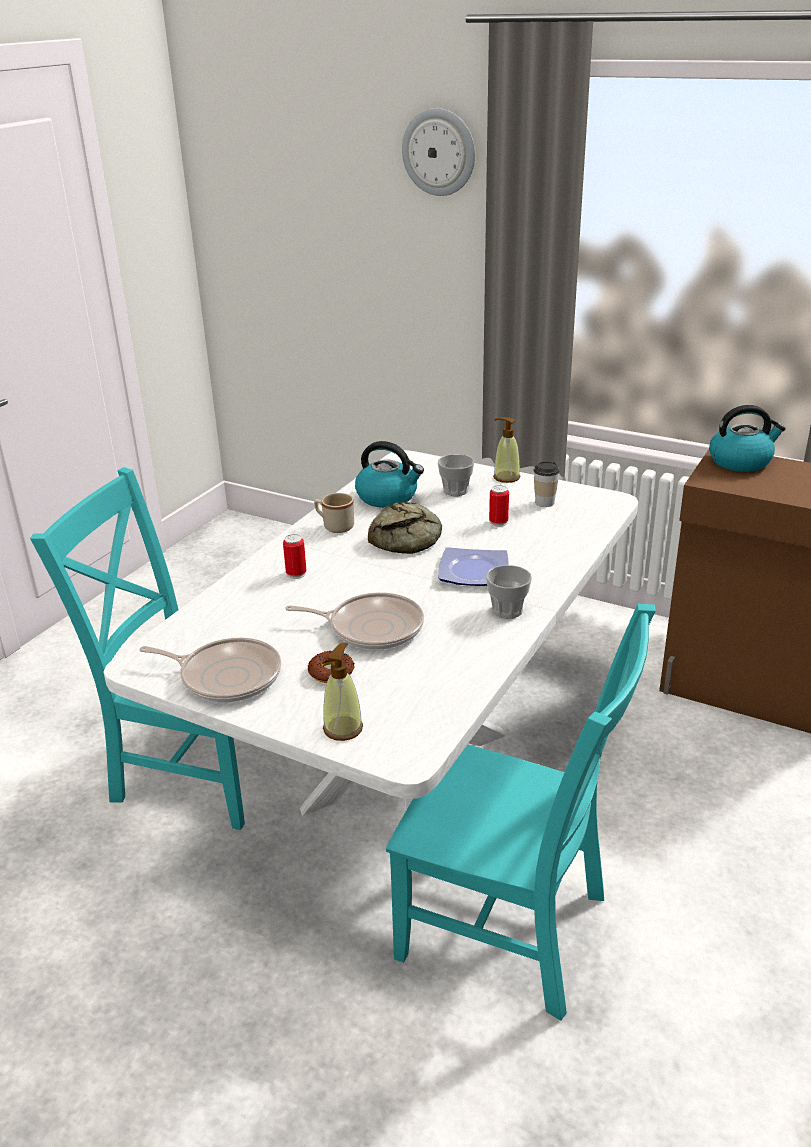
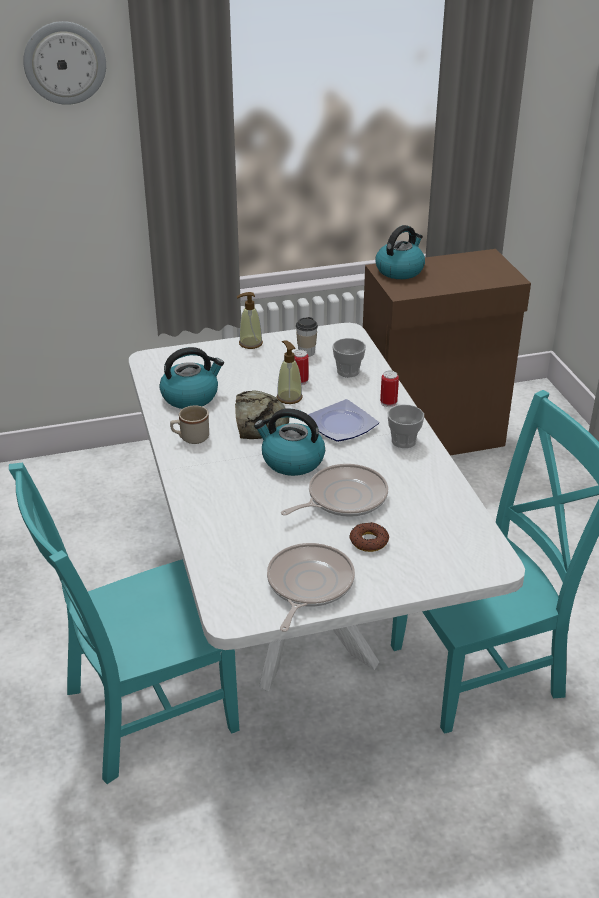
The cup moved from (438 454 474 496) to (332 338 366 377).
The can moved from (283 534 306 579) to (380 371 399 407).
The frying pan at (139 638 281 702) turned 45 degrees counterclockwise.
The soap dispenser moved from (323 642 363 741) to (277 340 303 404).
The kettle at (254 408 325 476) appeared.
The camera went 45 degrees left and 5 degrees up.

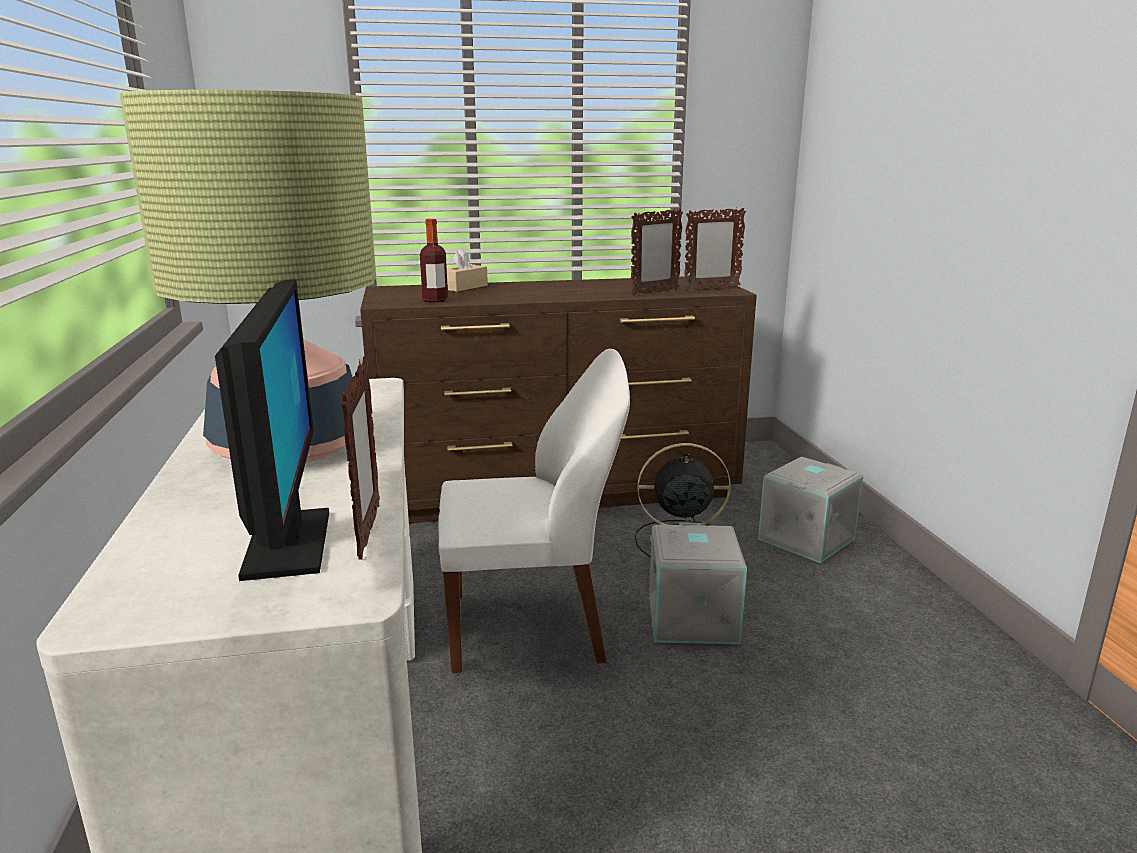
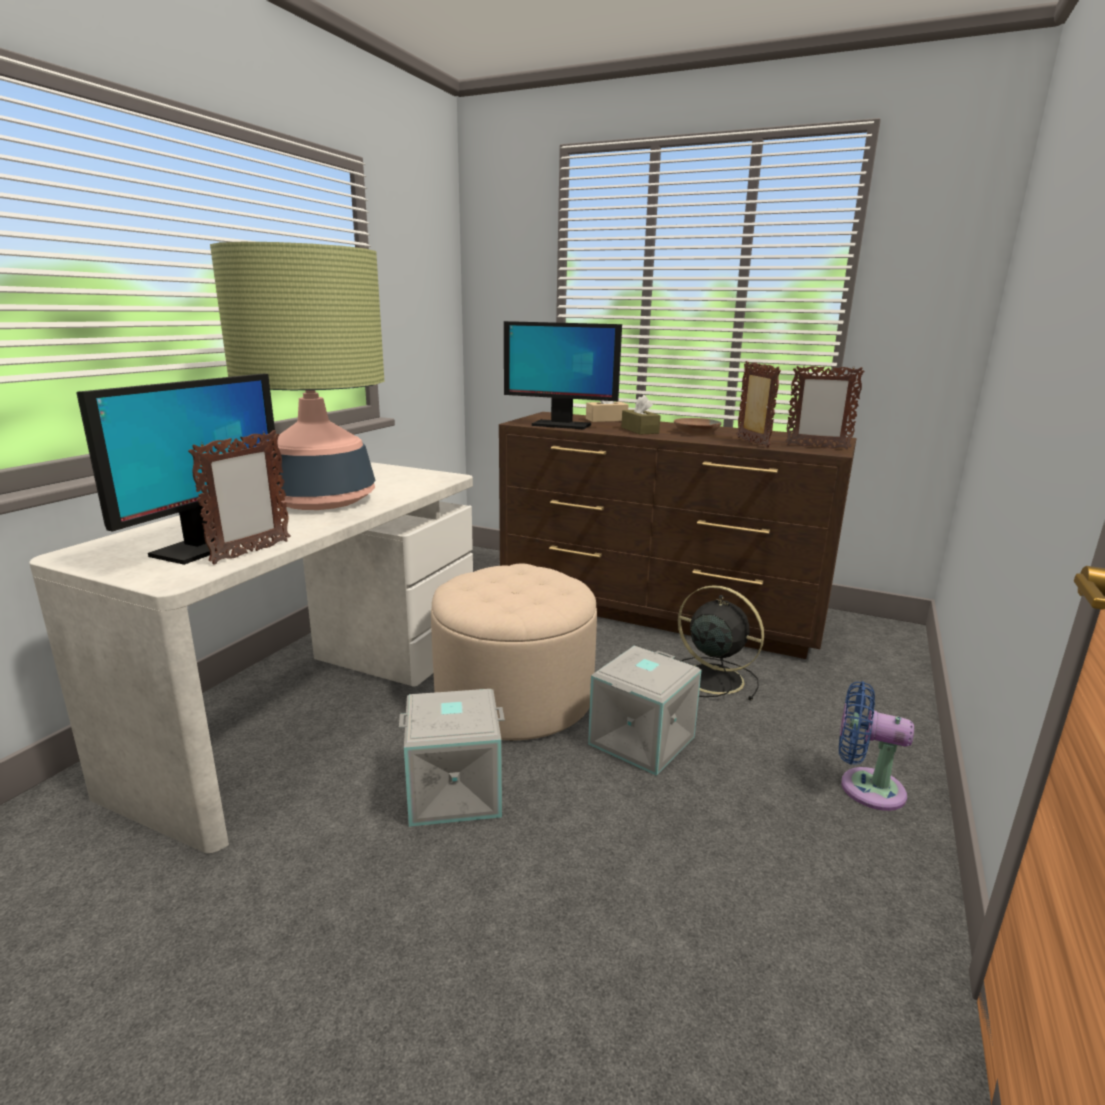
The picture frame at (631 209 683 295) turned 105 degrees counterclockwise.
The bottle at (420 219 448 302) was replaced by the monitor at (504 321 622 429).
The white chair at (438 349 630 673) was replaced by the beige ottoman at (431 564 597 741).
The grey storage box moved from (758 457 863 563) to (399 689 505 827).
The brown tissue box at (621 395 661 435) appeared.
The brown bowl at (674 418 722 435) appeared.
The blue fan at (839 681 914 811) appeared.
The camera went 35 degrees right and 0 degrees up.

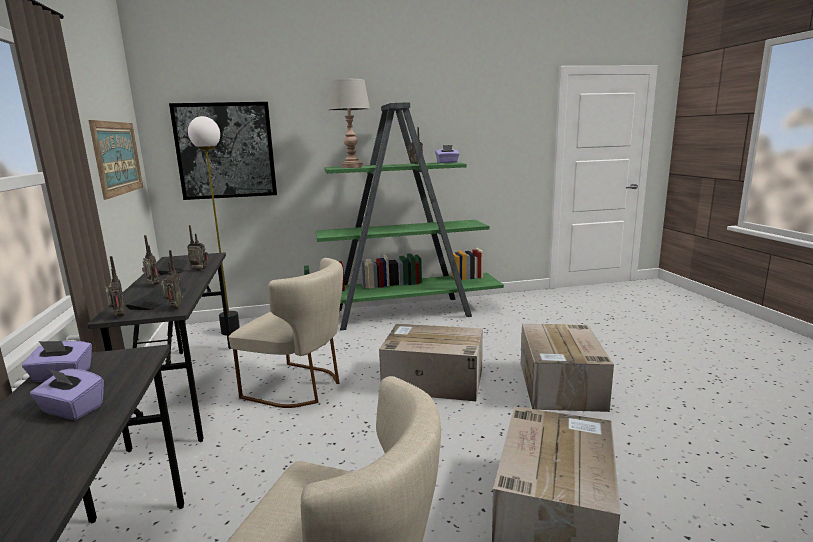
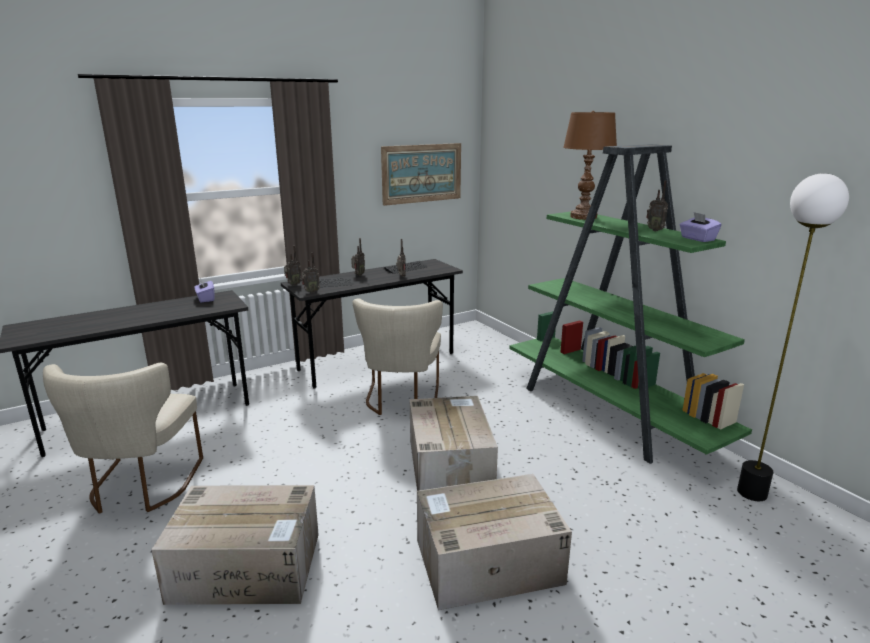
The grey table lamp at (327 79 370 168) became the brown table lamp at (563 111 617 220).
The picture at (169 102 277 200) disappeared.
The floor lamp moved from (188 116 240 335) to (737 173 849 501).
The purple tissue box at (30 369 104 420) disappeared.
The camera went 70 degrees right and 5 degrees up.

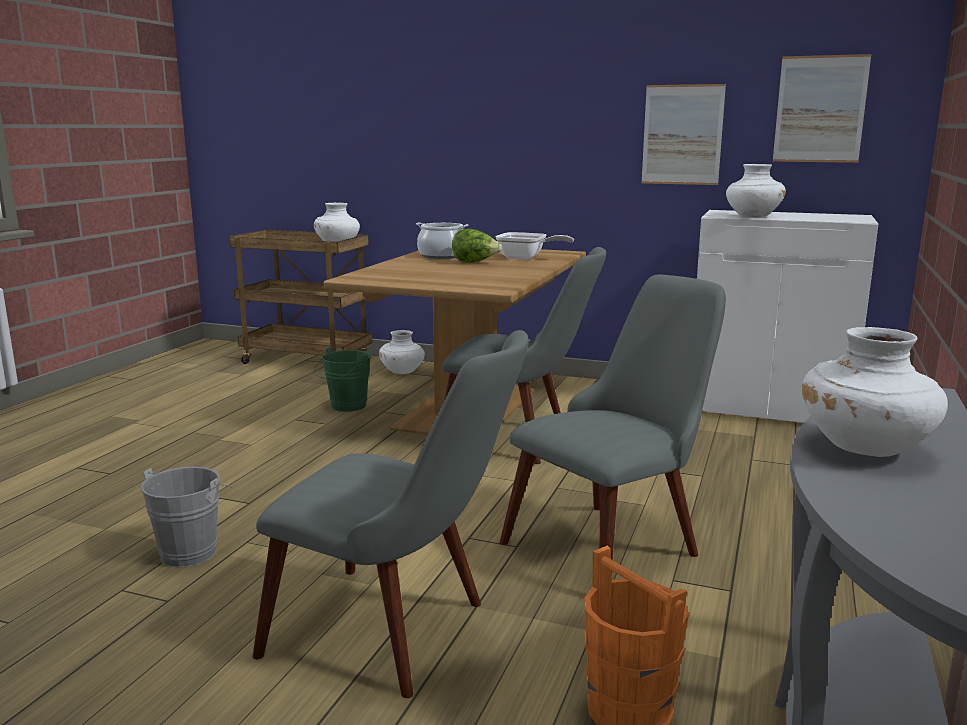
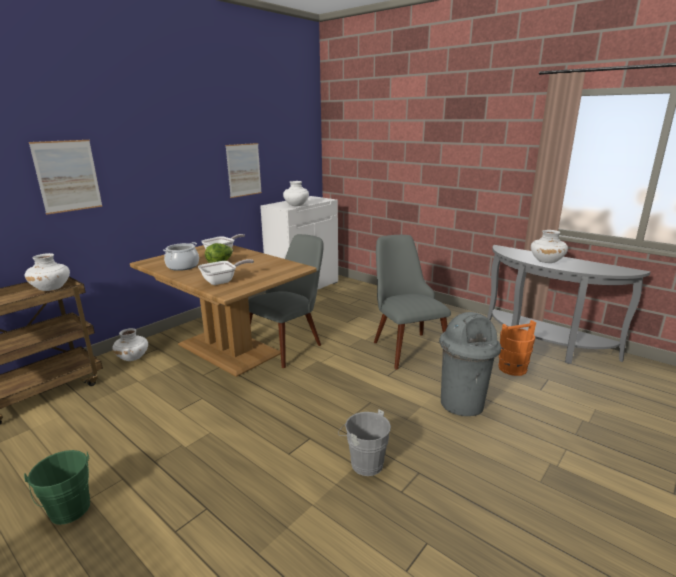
The picture moved from (773 54 872 163) to (29 140 102 215).
The grey chair at (252 330 528 698) was replaced by the grey trash can at (439 312 501 416).
The green bucket moved from (314 347 371 412) to (24 450 90 525).
The frying pan at (198 259 254 285) appeared.
The camera went 70 degrees left and 5 degrees up.

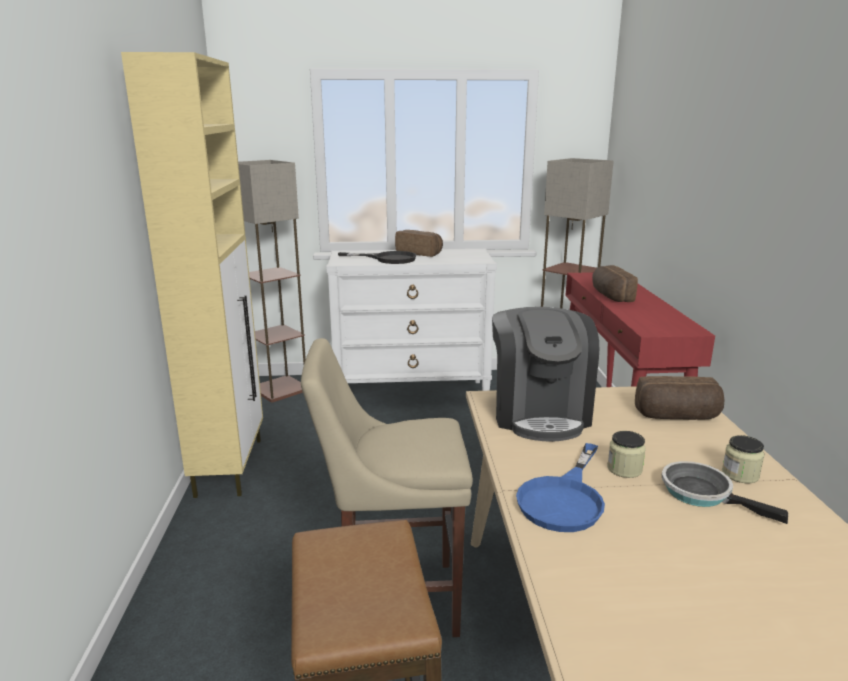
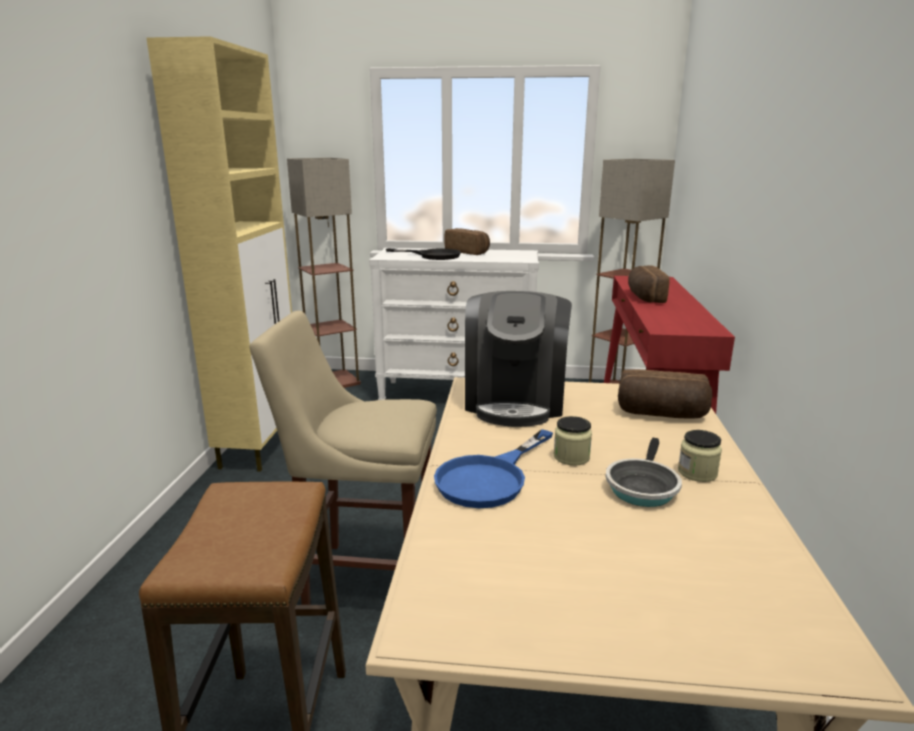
The frying pan at (662 461 788 524) turned 120 degrees counterclockwise.
The camera went 10 degrees right and 0 degrees up.

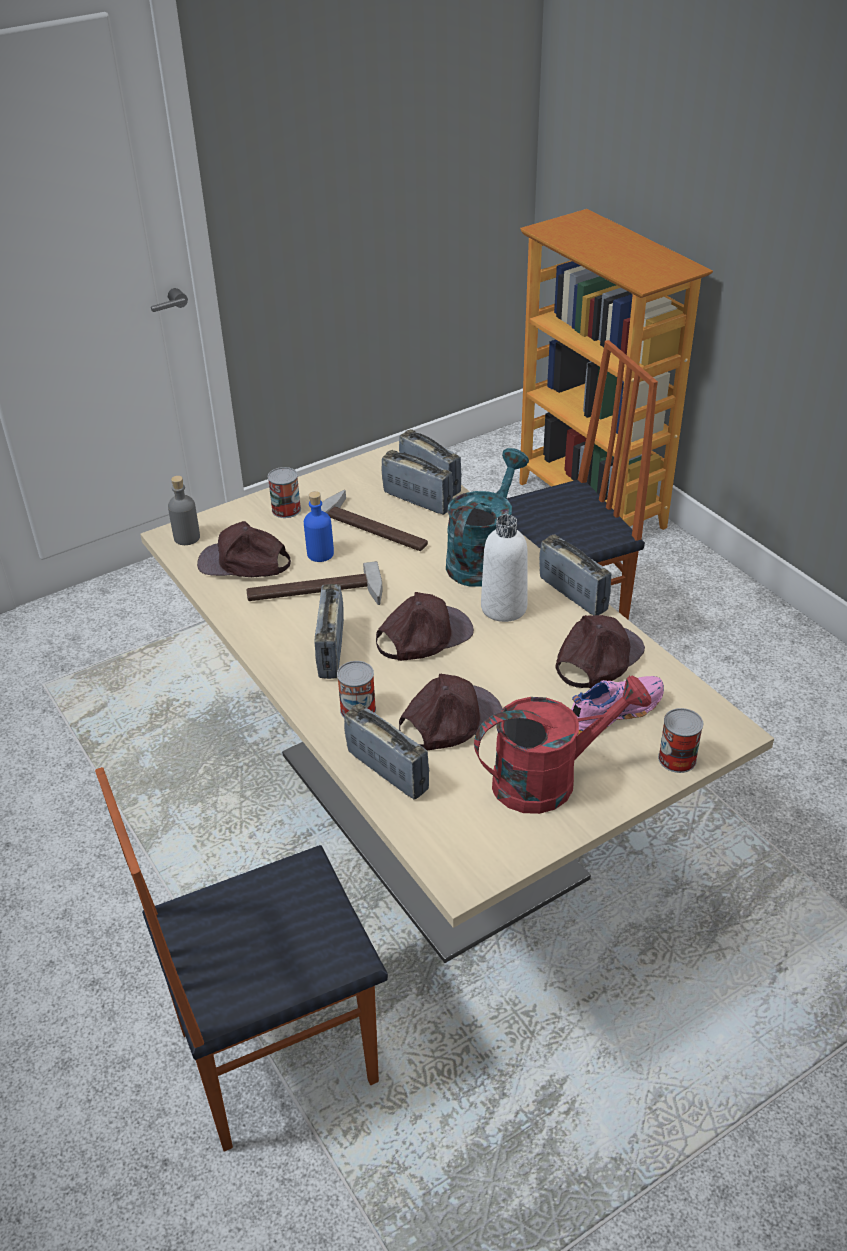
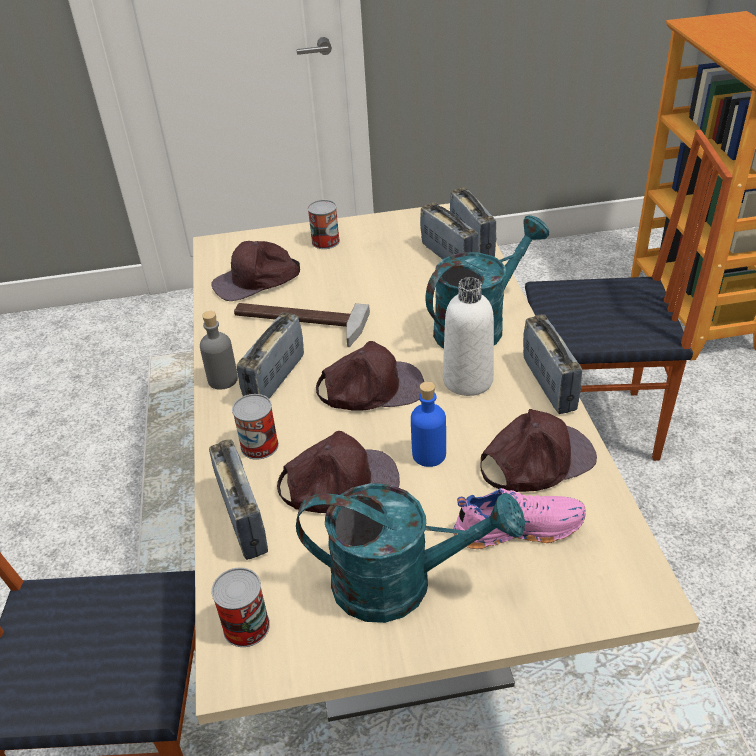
The grey bottle moved from (168 476 200 545) to (200 311 238 390).
The hammer at (321 490 428 551) disappeared.
The blue bottle moved from (304 491 334 562) to (411 381 446 467).
The brown cap at (197 521 291 577) turned 60 degrees counterclockwise.
The red watering can at (474 675 651 814) became the turquoise watering can at (296 483 525 623).
The can moved from (658 708 703 773) to (211 567 270 647).
The camera went 25 degrees right and 0 degrees up.

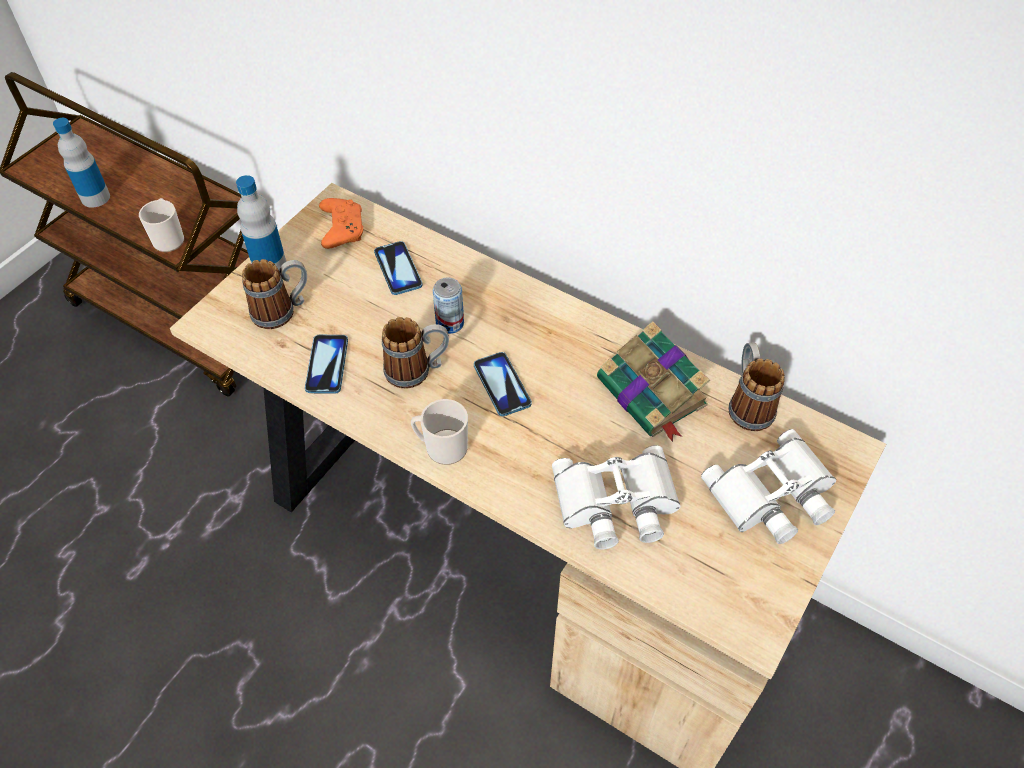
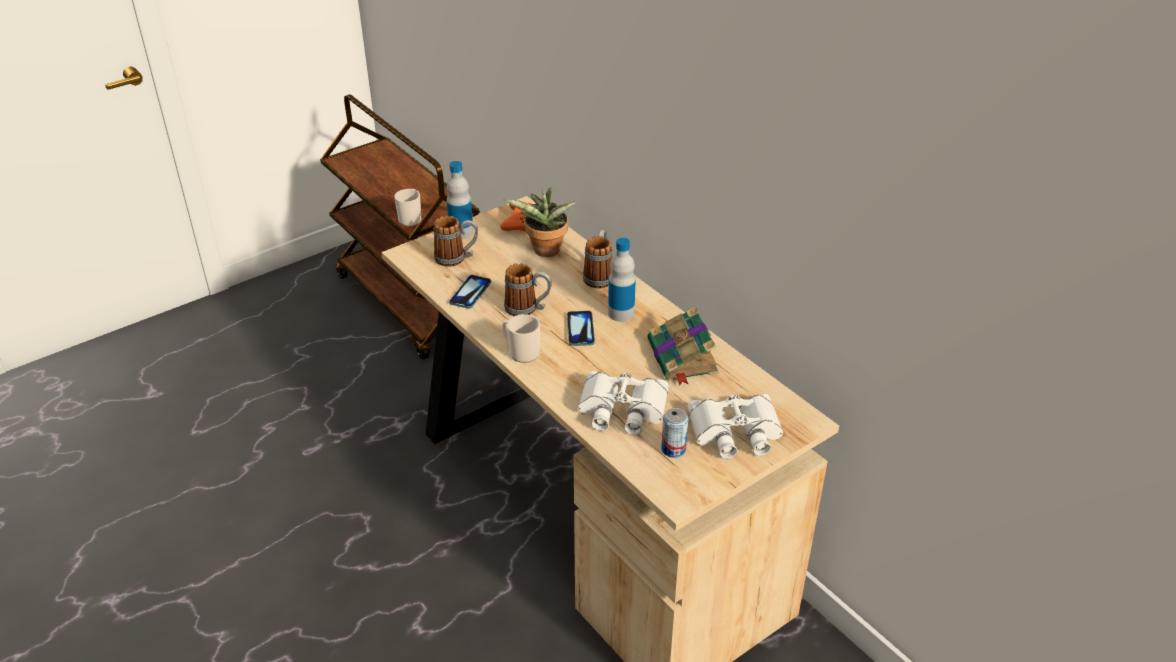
The bottle moved from (53 118 110 208) to (608 238 636 322).
The phone at (374 241 423 295) was replaced by the potted plant at (504 187 577 257).
The can moved from (433 277 464 334) to (661 408 688 458).
The mug moved from (728 342 785 431) to (583 230 613 288).
The camera went 20 degrees right and 15 degrees down.

